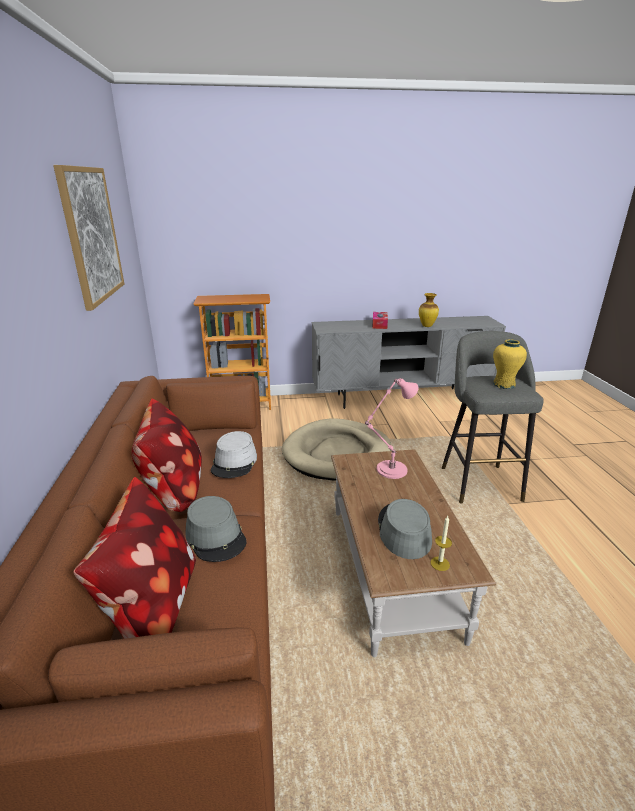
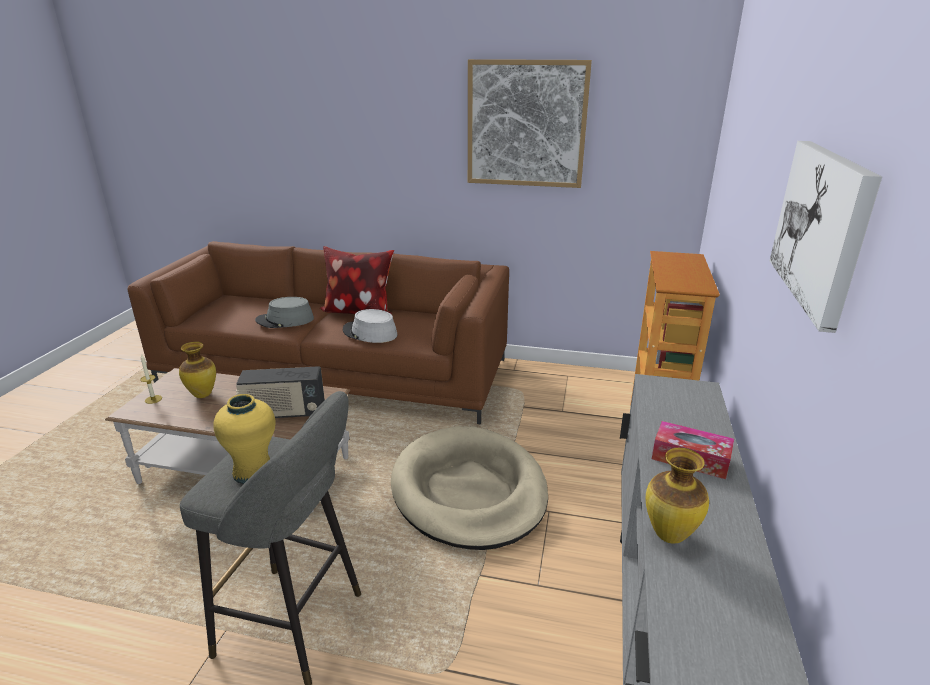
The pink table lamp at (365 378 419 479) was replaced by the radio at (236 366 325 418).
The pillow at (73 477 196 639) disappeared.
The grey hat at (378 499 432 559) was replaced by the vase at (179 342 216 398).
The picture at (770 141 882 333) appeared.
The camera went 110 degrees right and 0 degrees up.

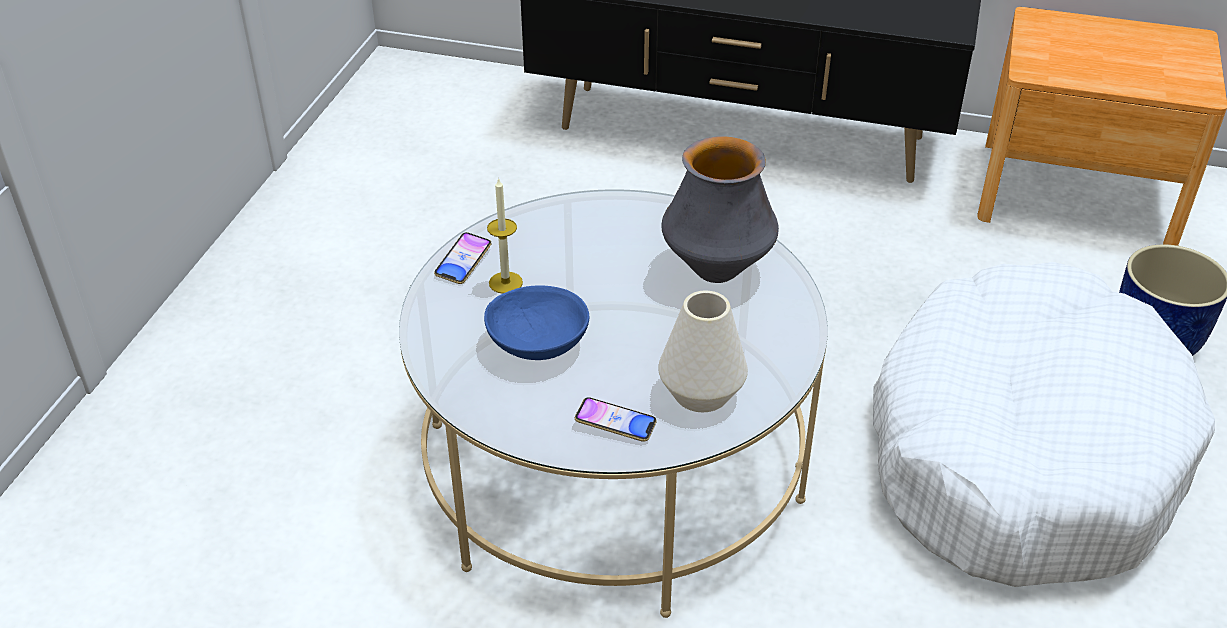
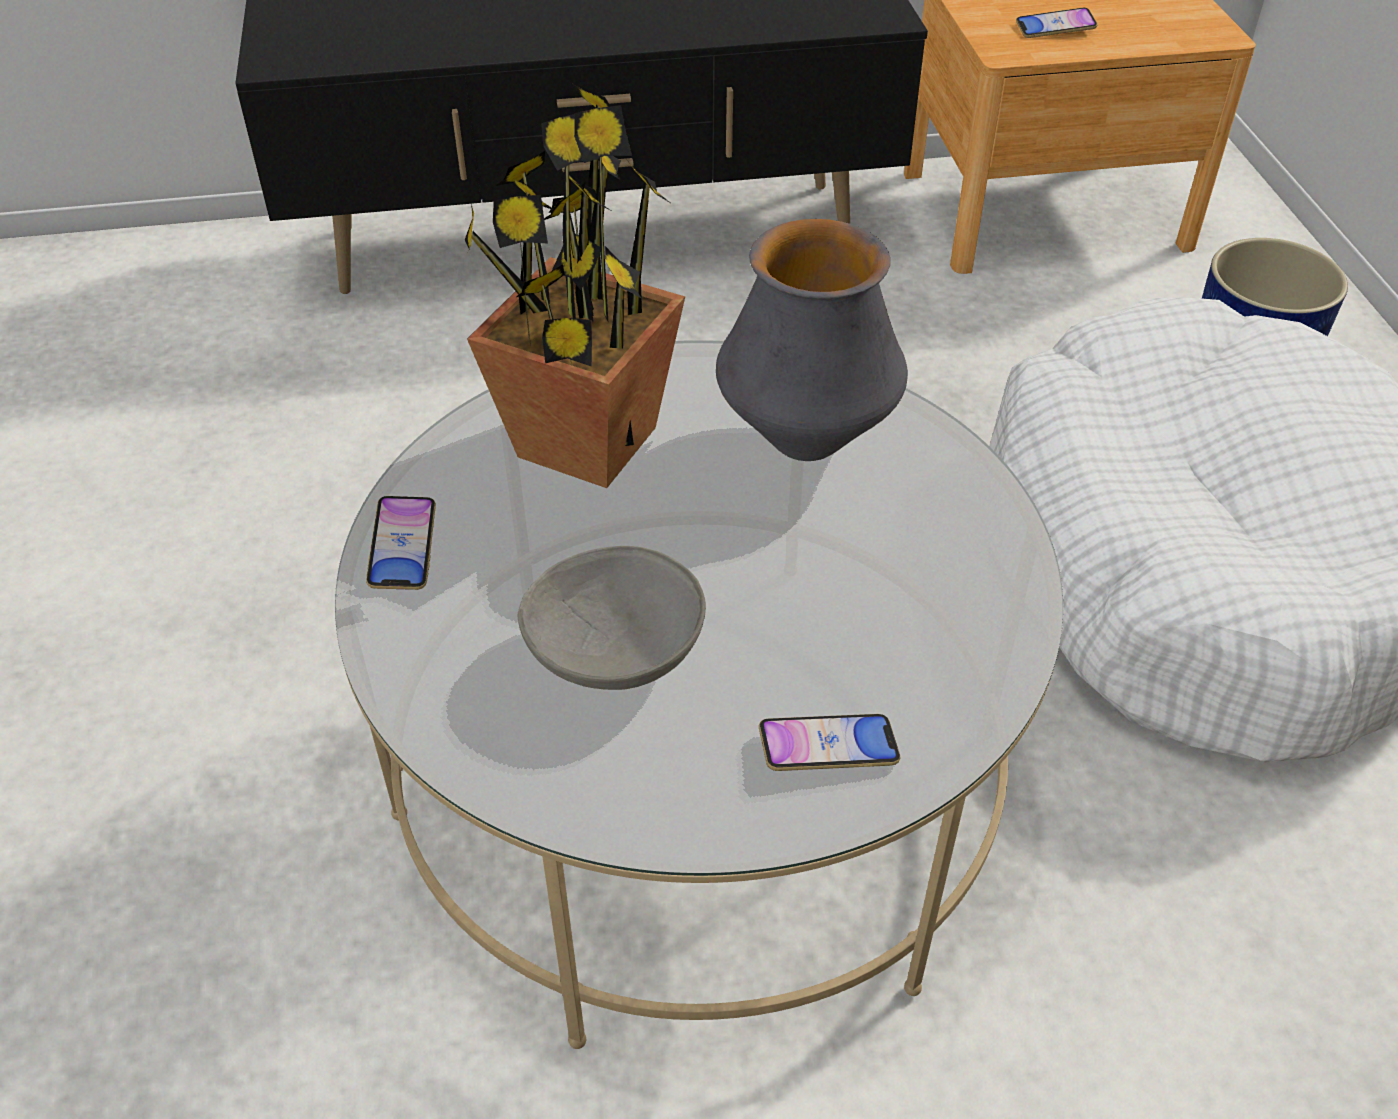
The candle at (487 177 523 294) disappeared.
The blue bowl at (484 285 589 360) became the grey bowl at (518 546 706 690).
The white vase at (658 291 748 412) disappeared.
The phone at (1016 8 1097 38) appeared.
The potted plant at (465 83 685 488) appeared.
The camera went 25 degrees left and 5 degrees up.

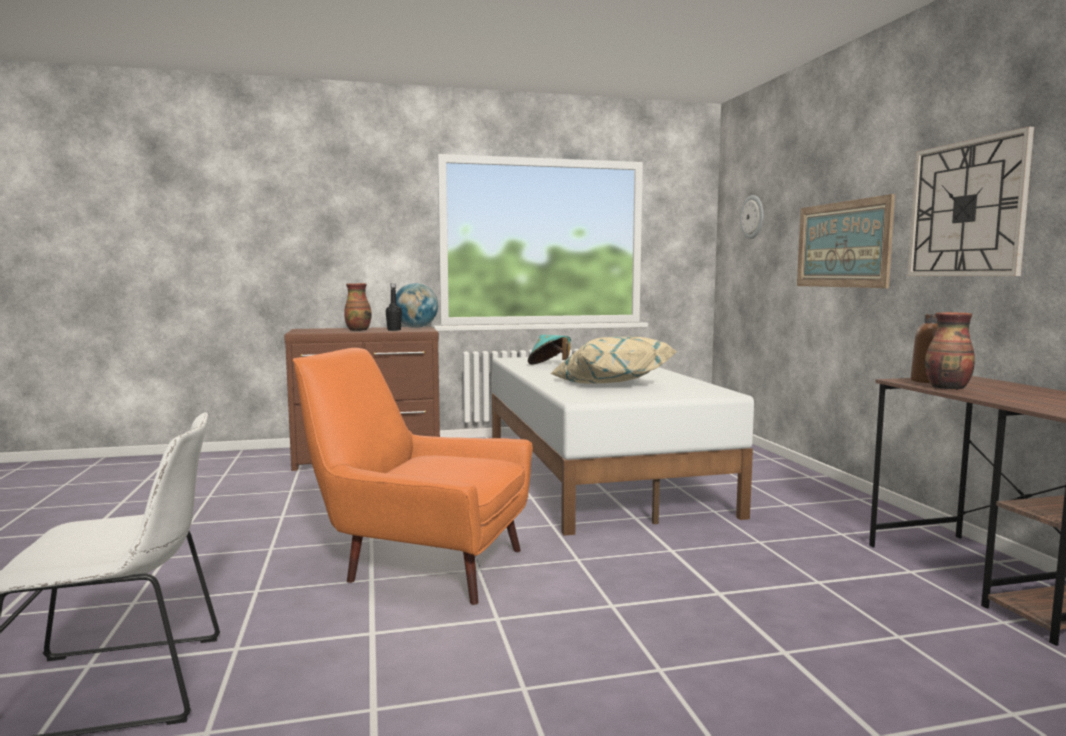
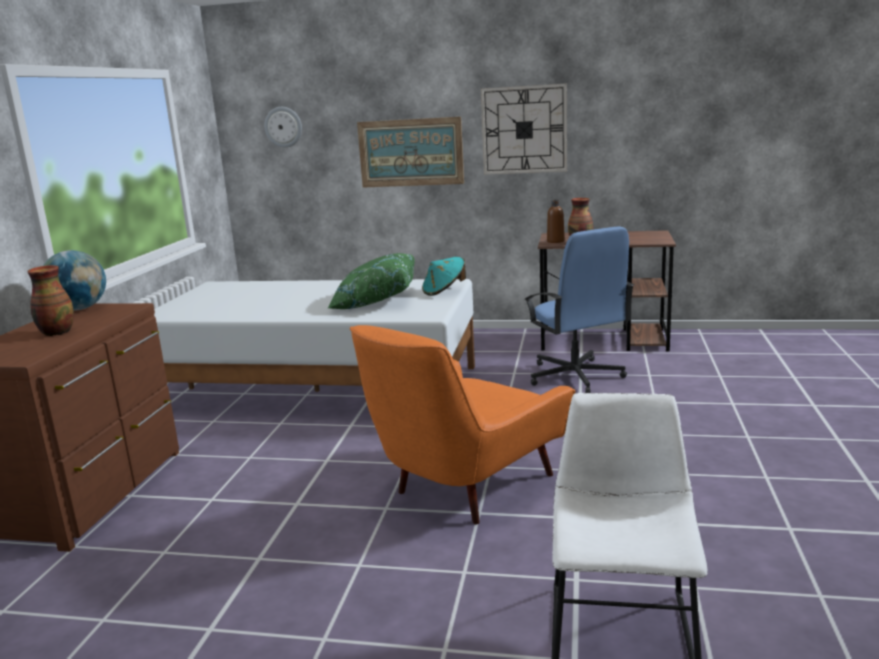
The black bottle at (386 283 402 331) disappeared.
The turquoise hat moved from (528 335 571 365) to (422 257 466 296).
The beige pillow at (550 337 676 384) became the green pillow at (328 253 415 309).
The blue office chair at (524 226 634 393) appeared.
The camera went 65 degrees left and 10 degrees up.

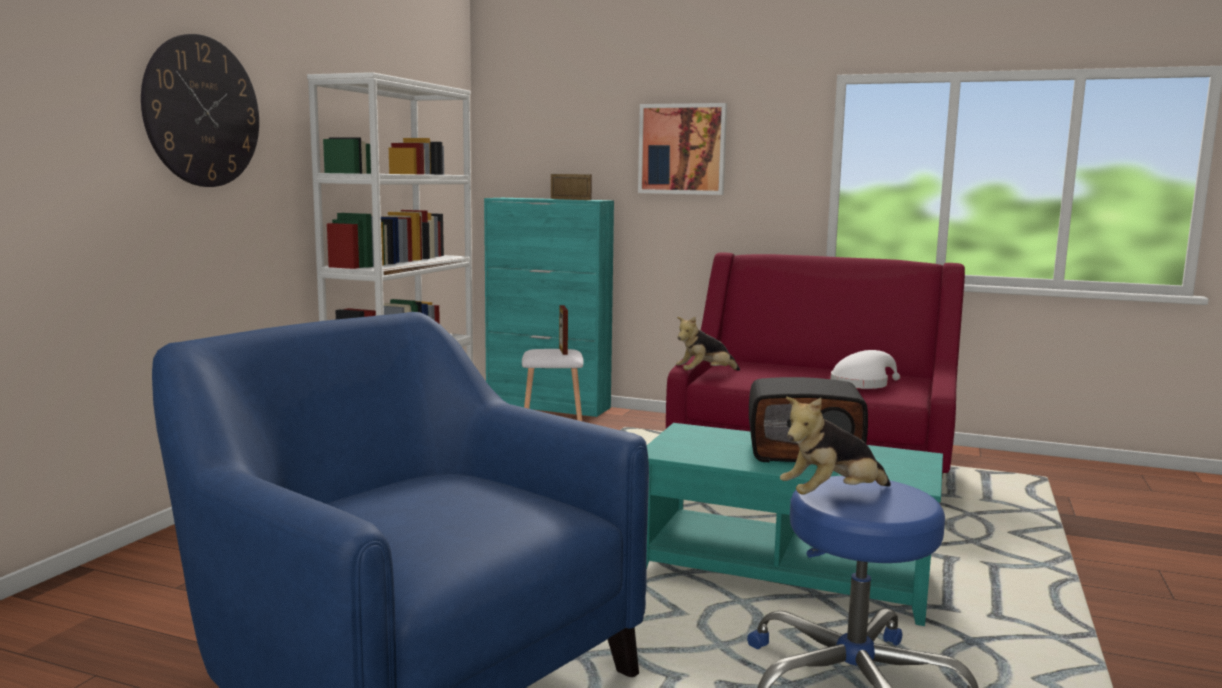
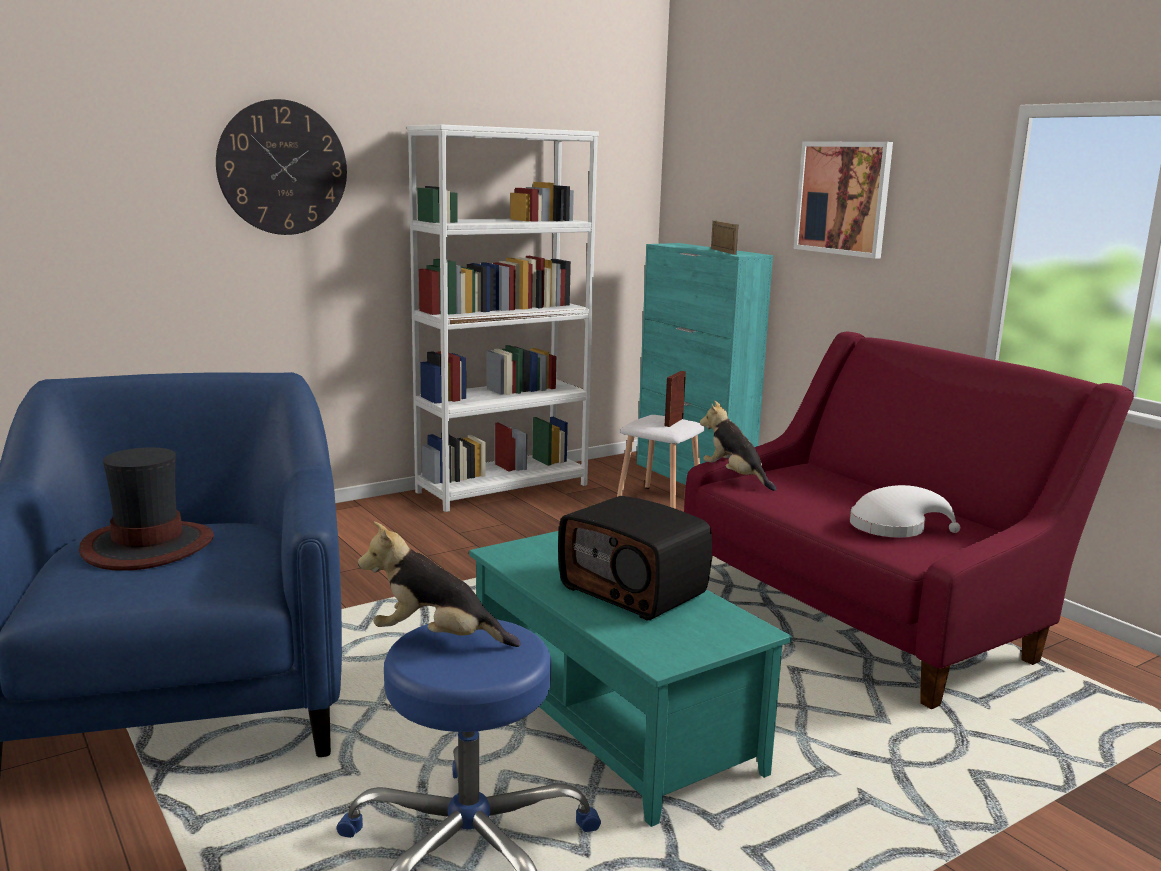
The plush toy at (676 317 740 371) turned 45 degrees clockwise.
The hat at (79 447 214 571) appeared.
The camera went 35 degrees right and 5 degrees up.

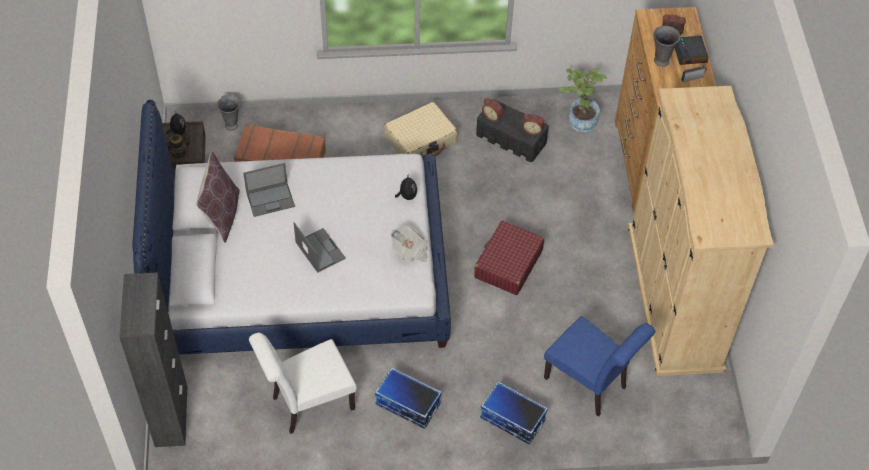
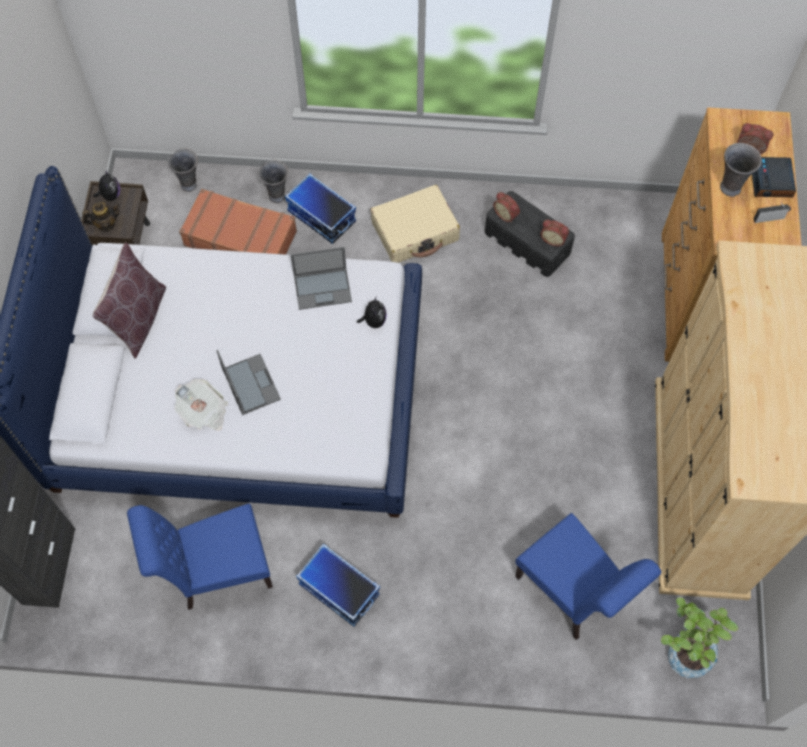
The potted plant moved from (559 68 607 132) to (661 597 739 678).
The laptop moved from (243 163 295 217) to (290 247 352 310).
The red suitcase at (474 221 544 295) disappeared.
The newspaper moved from (391 225 428 262) to (174 379 228 431).
The white chair at (249 333 357 434) became the blue chair at (127 504 273 610).
The storage box moved from (480 381 548 445) to (285 174 356 244).
The grey vase at (259 160 289 203) appeared.
The camera went 10 degrees right and 10 degrees up.

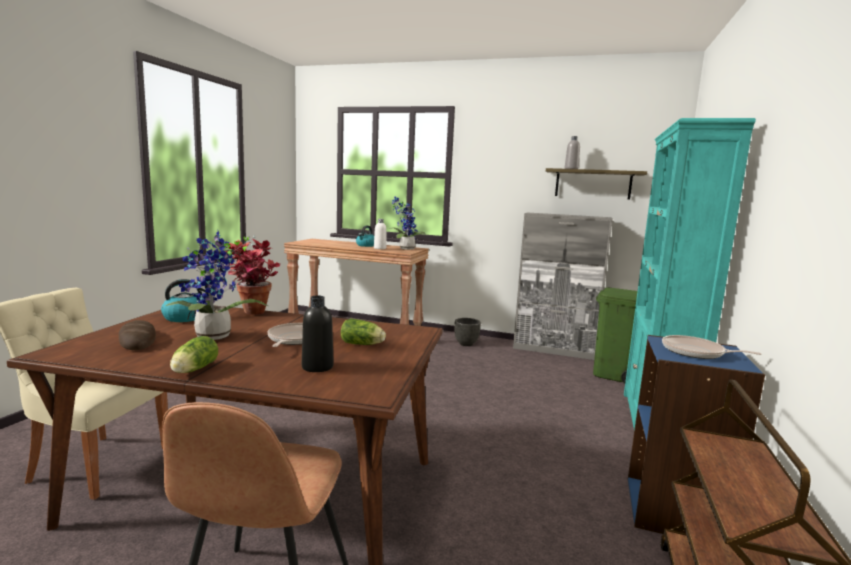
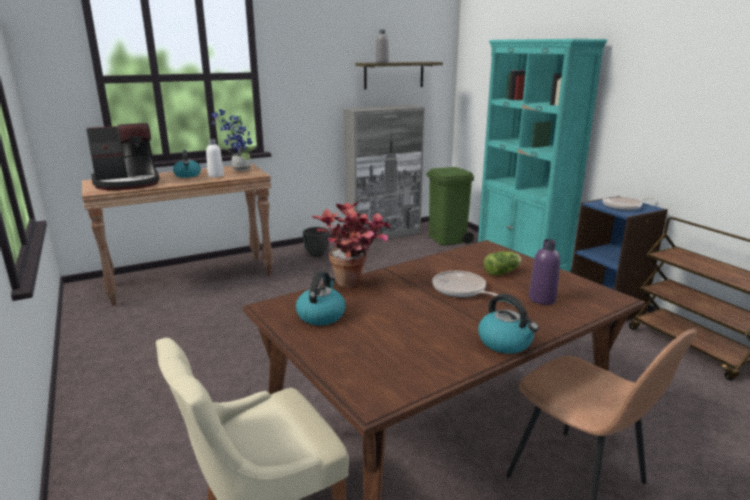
The potted plant at (166 231 269 340) disappeared.
The black bottle at (302 296 333 372) became the purple bottle at (529 239 560 305).
The bread at (119 320 156 350) disappeared.
The lettuce at (170 336 218 373) was replaced by the kettle at (478 294 539 354).
The coffee machine at (86 123 160 190) appeared.
The camera went 45 degrees left and 10 degrees up.

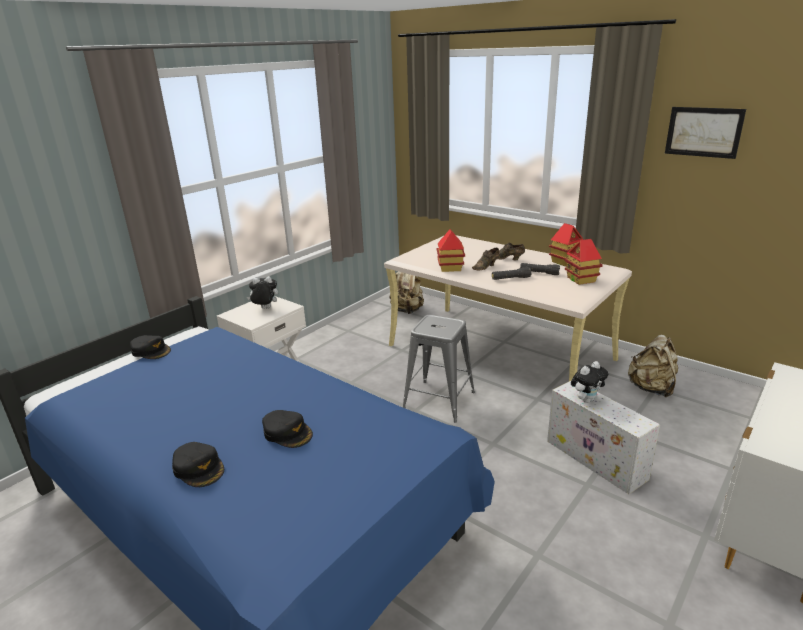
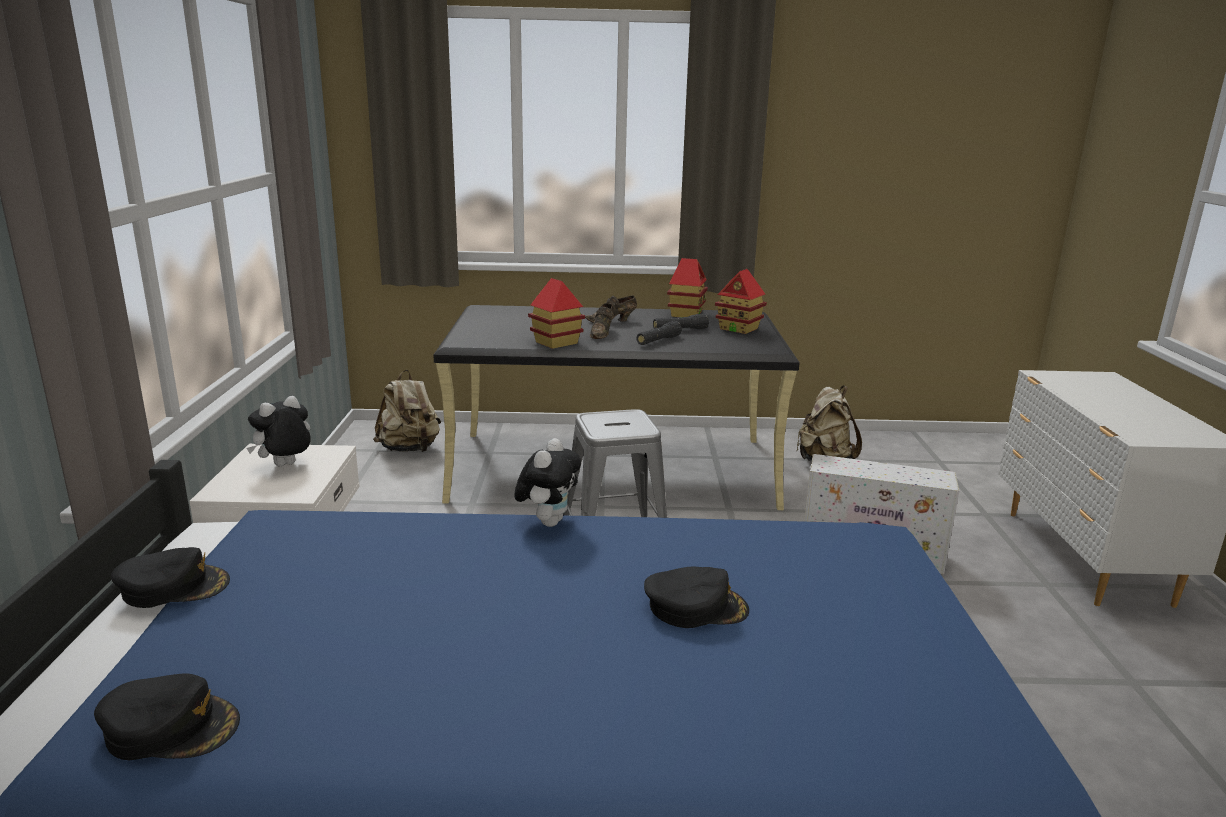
The picture at (665 107 746 159) disappeared.
The beige desk at (384 235 632 381) became the black desk at (433 305 800 510).
The plush toy moved from (571 361 608 403) to (515 438 581 527).
The black cap moved from (172 442 224 487) to (94 674 240 760).
The camera went 40 degrees left and 5 degrees down.

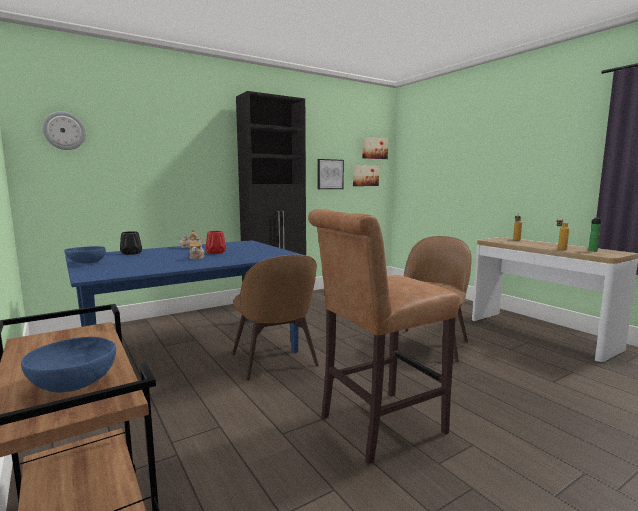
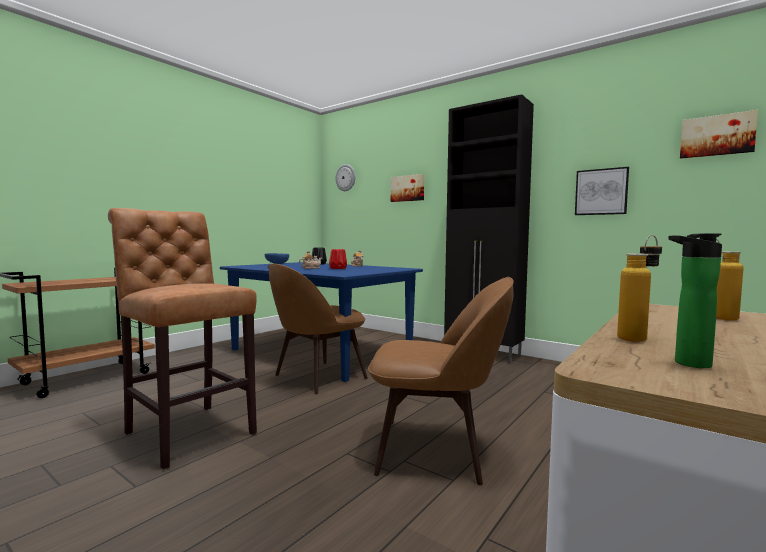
The picture moved from (353 165 379 186) to (391 174 424 202).
The blue bowl at (21 337 116 393) disappeared.
The camera went 70 degrees right and 5 degrees down.

